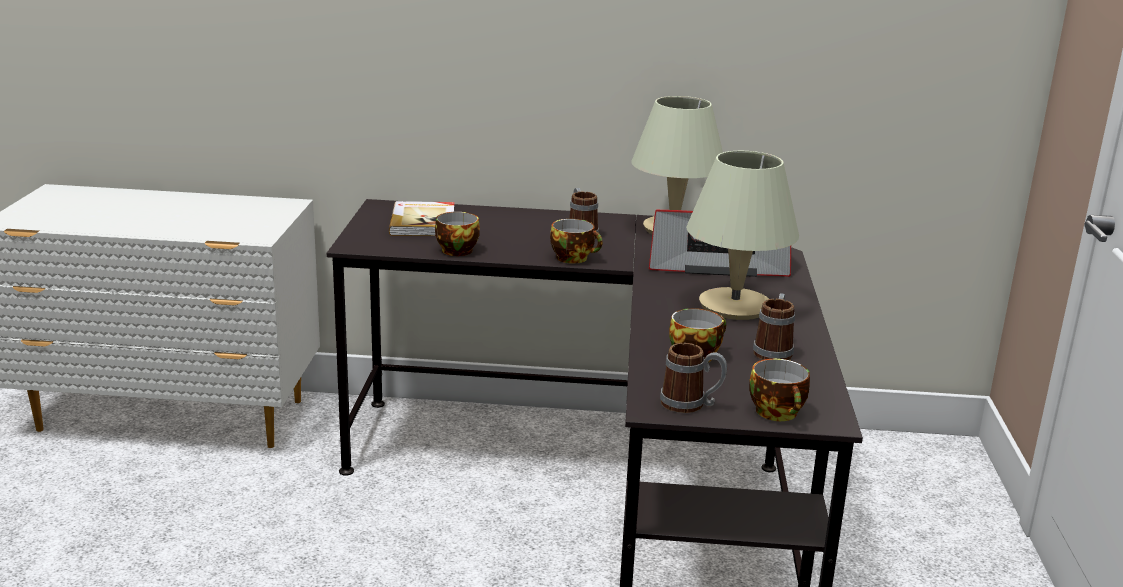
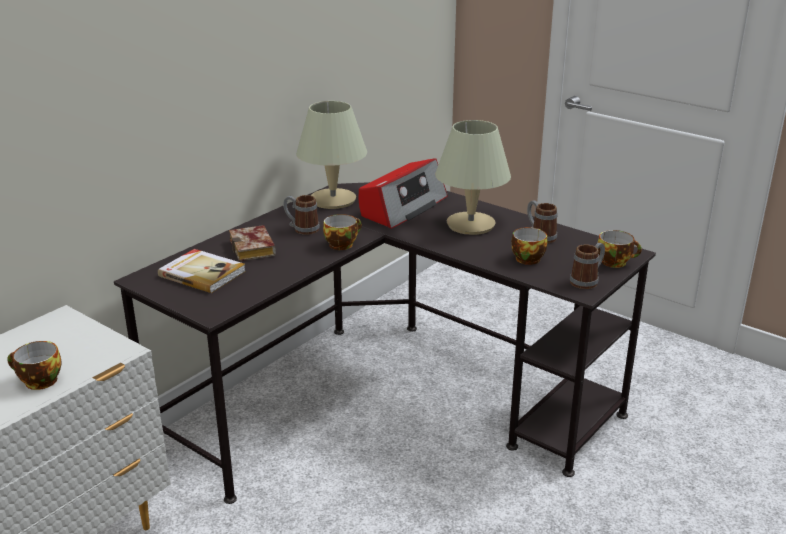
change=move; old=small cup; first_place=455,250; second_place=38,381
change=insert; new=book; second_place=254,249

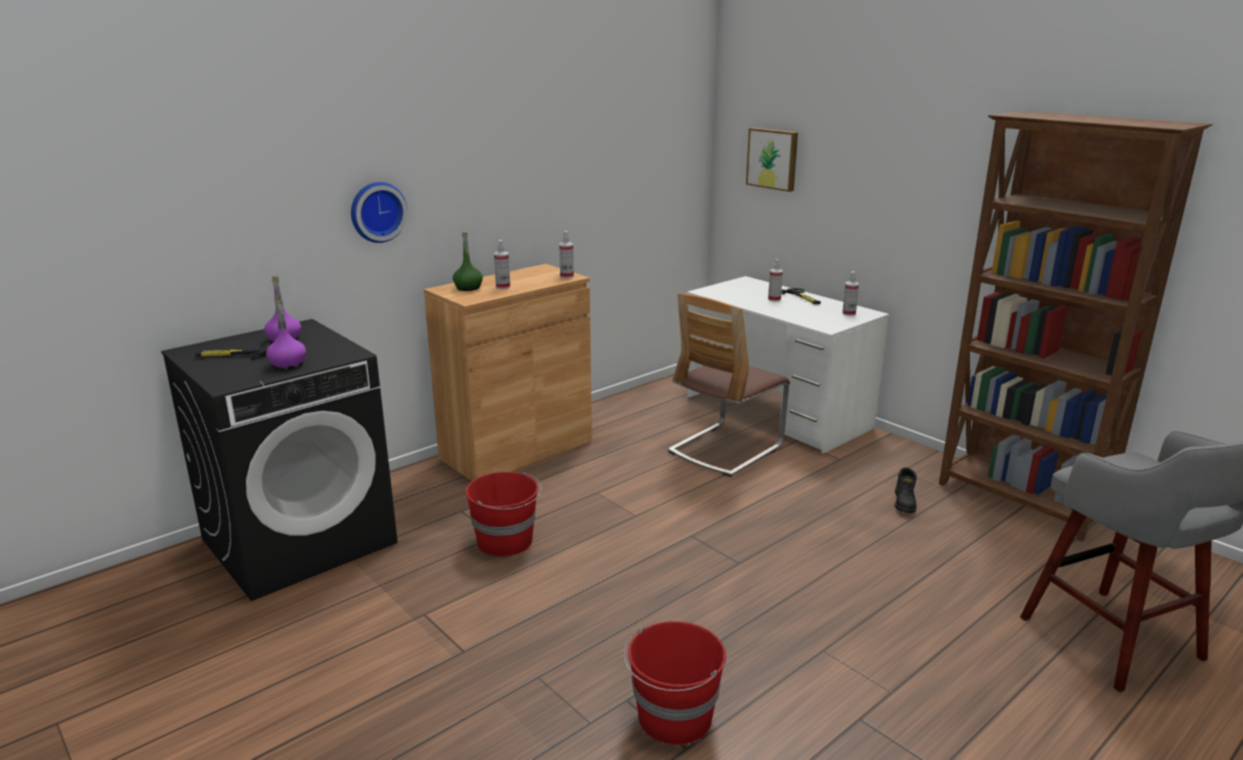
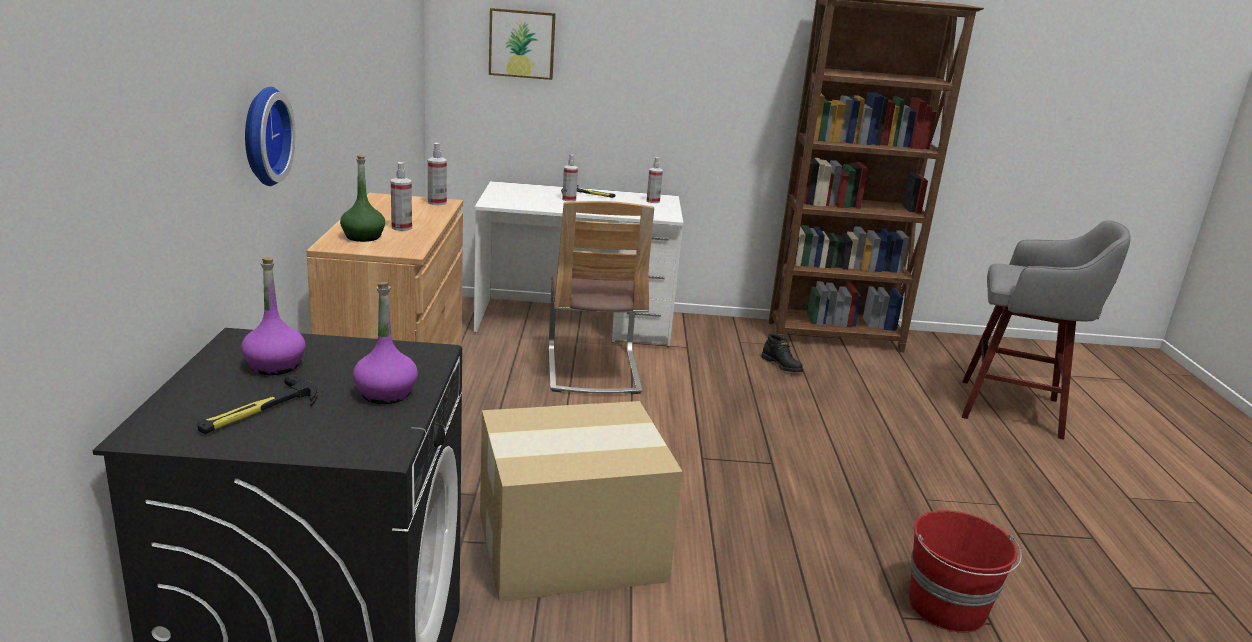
change=replace; old=water bucket (red-coloured); new=cardboard box; first_place=506,541; second_place=567,546

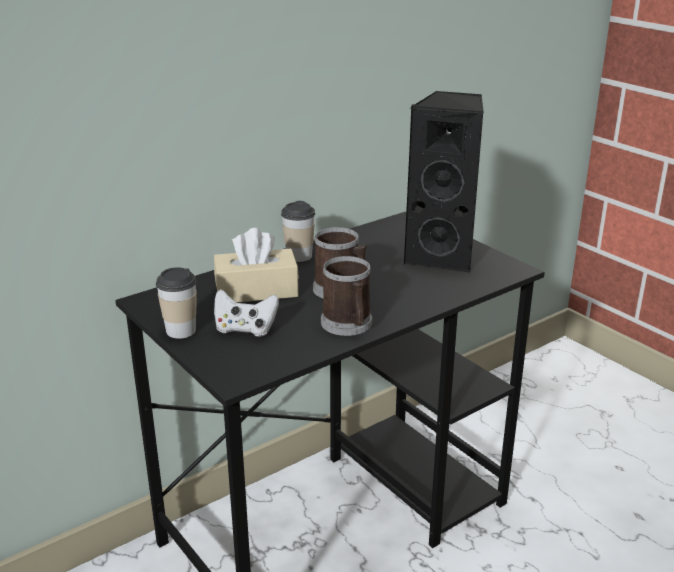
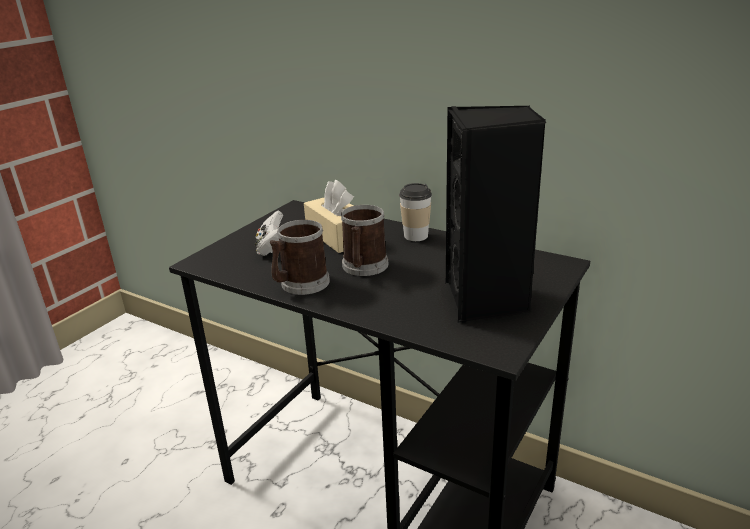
change=delete; old=small cup; first_place=181,330

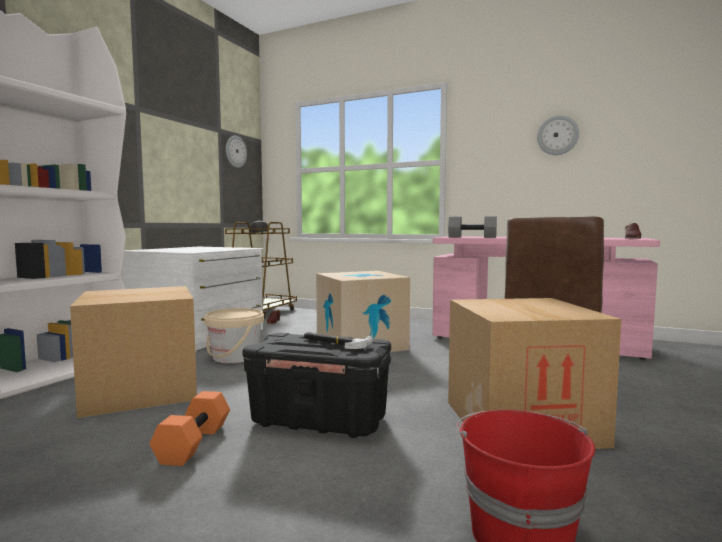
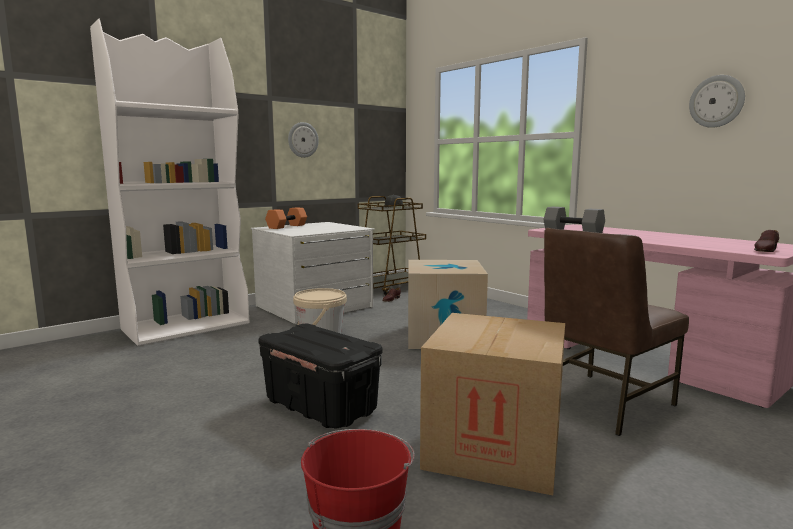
change=delete; old=cardboard box; first_place=141,391
change=move; old=dumbbell (orange-coloured); first_place=193,443; second_place=286,226
change=move; old=hanging clock; first_place=235,151; second_place=302,140
change=delete; old=tool hammer; first_place=335,343

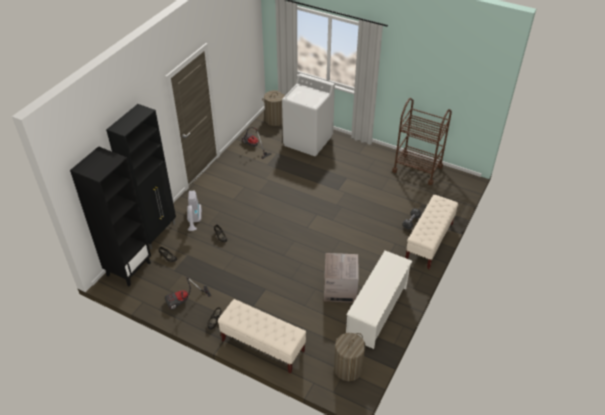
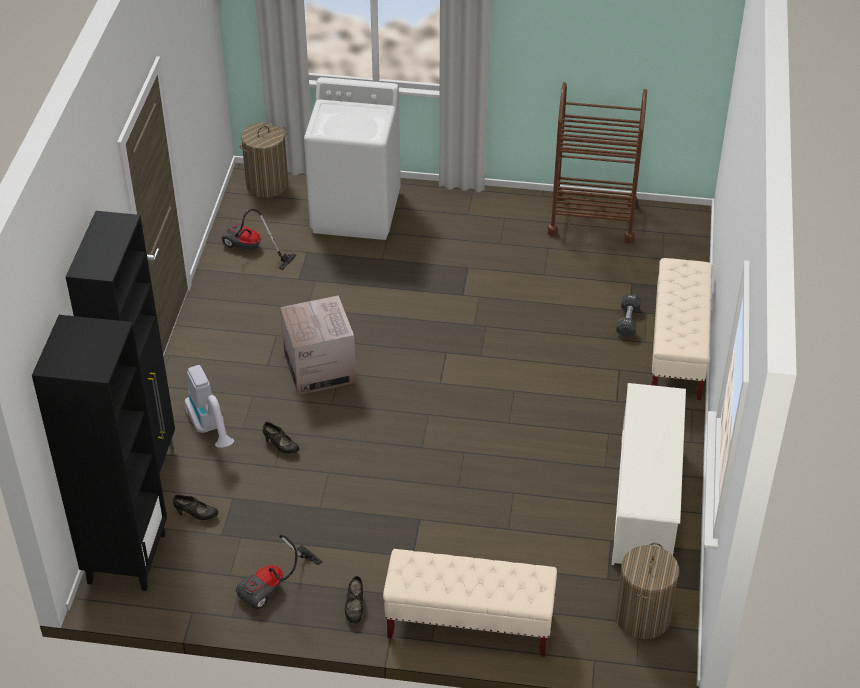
change=move; old=cardboard box; first_place=340,289; second_place=320,368

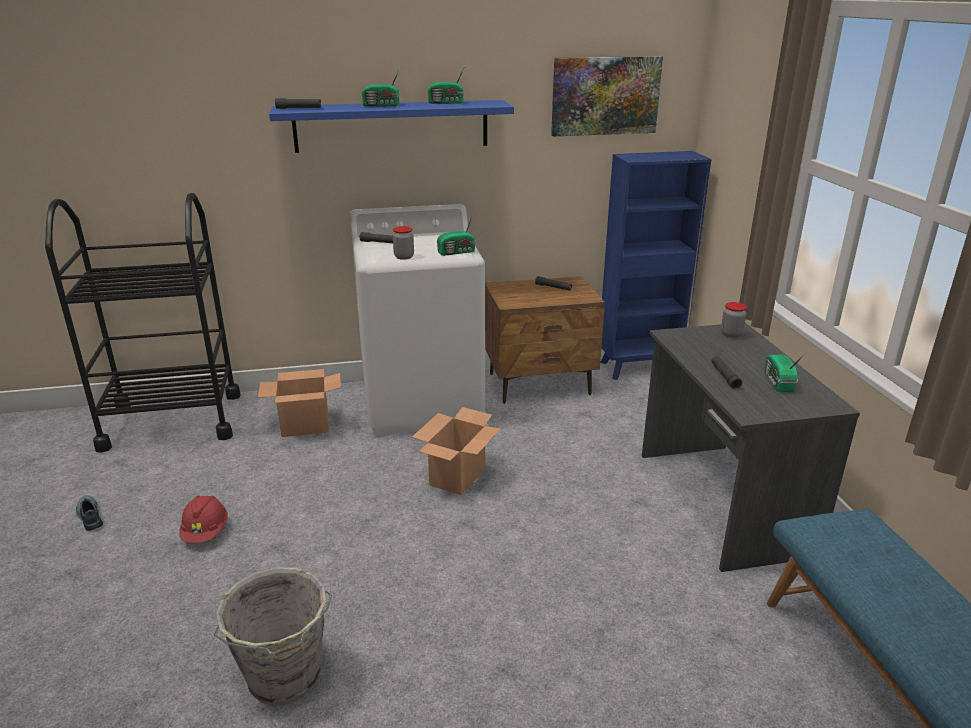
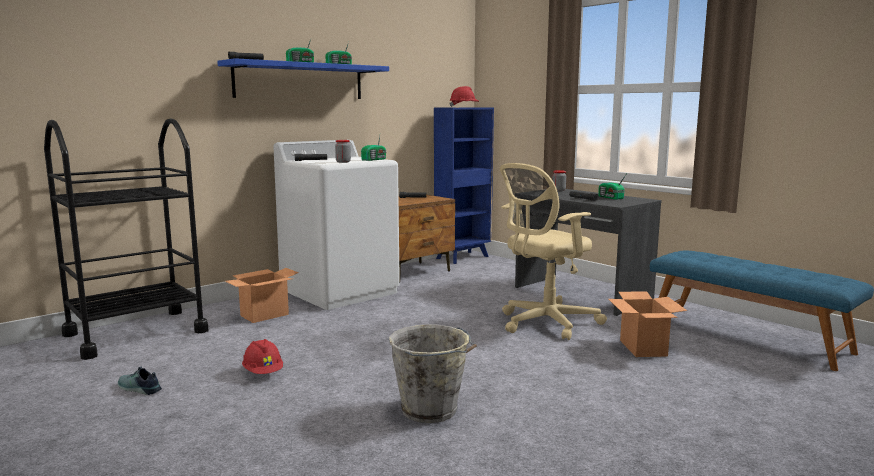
change=move; old=cardboard box; first_place=457,477; second_place=643,348
change=delete; old=wall picture; first_place=605,96
change=insert; new=hard hat (red-coloured); second_place=464,107
change=insert; new=office chair (sand-coloured); second_place=544,323

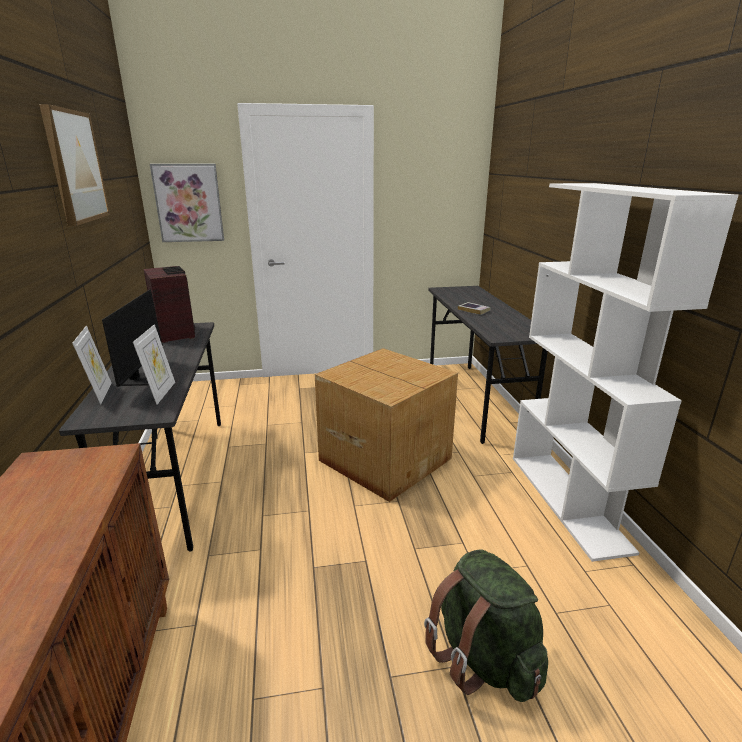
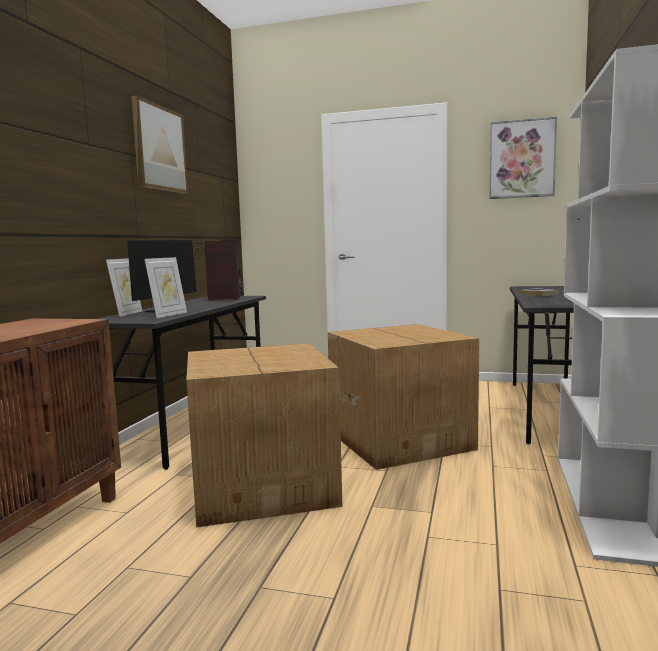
change=move; old=wall picture; first_place=188,203; second_place=521,159
change=delete; old=rucksack (green-coloured); first_place=483,658
change=insert; new=cardboard box; second_place=264,485

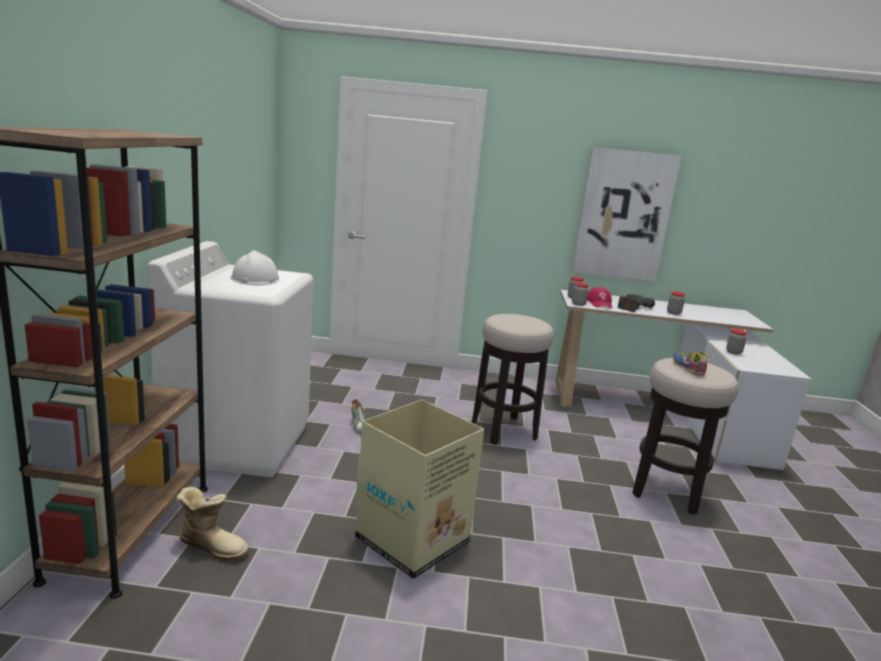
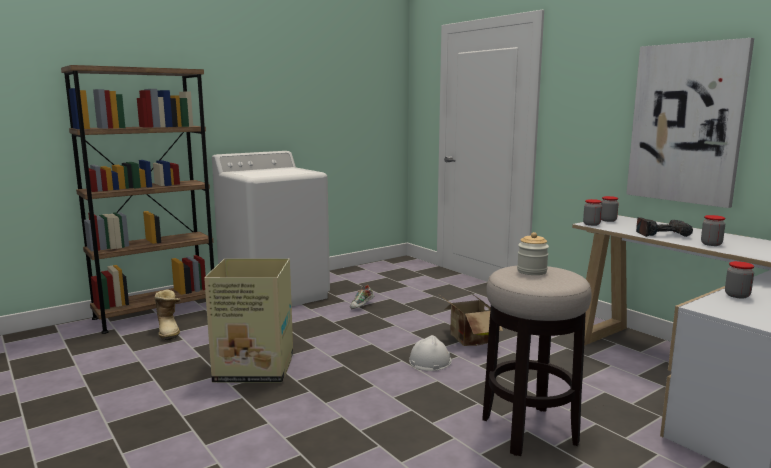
change=move; old=hard hat (whitish); first_place=254,279; second_place=430,361
change=replace; old=stool seat; new=cardboard box; first_place=504,430; second_place=468,340
change=delete; old=baseball cap (red-coloured); first_place=599,303
change=replace; old=shoe; new=preserve jar; first_place=689,367; second_place=531,271

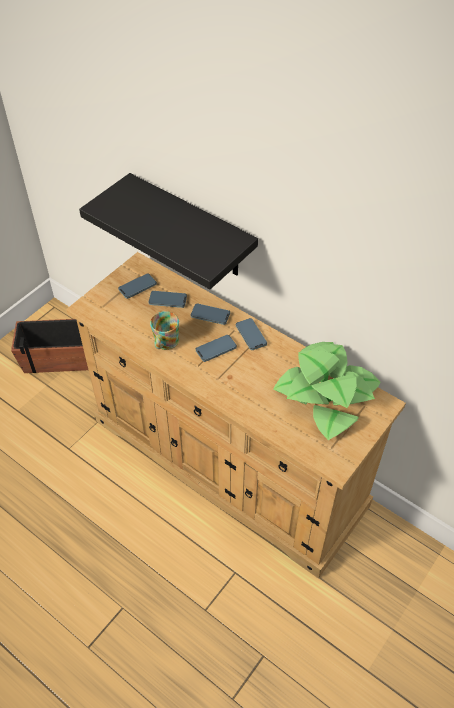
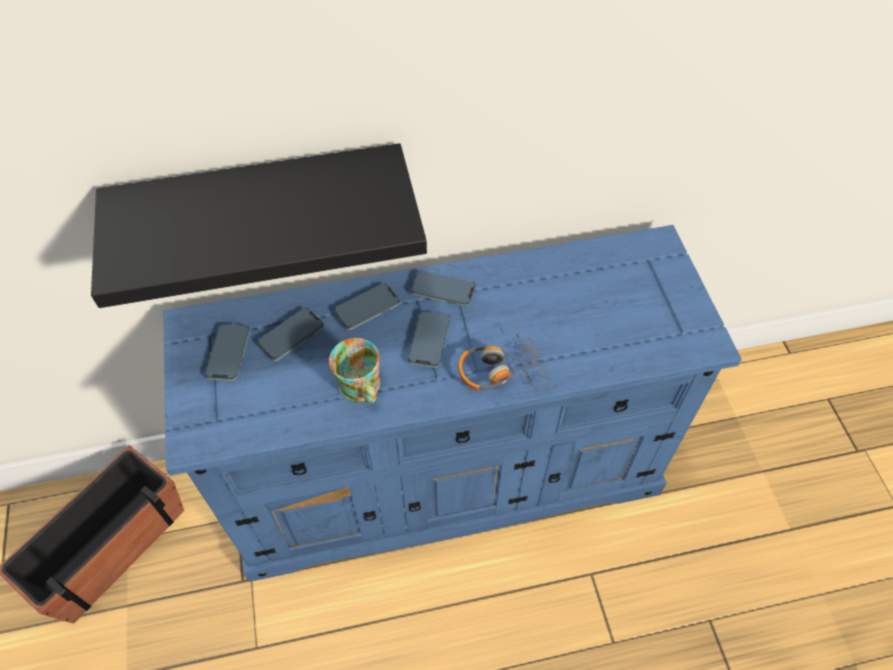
change=recolor; old=chest of drawers (sand-coloured); new=chest of drawers (blue-coloured); first_place=229,462; second_place=449,473
change=delete; old=plant in a pot; first_place=326,393
change=insert; new=headphones; second_place=501,371

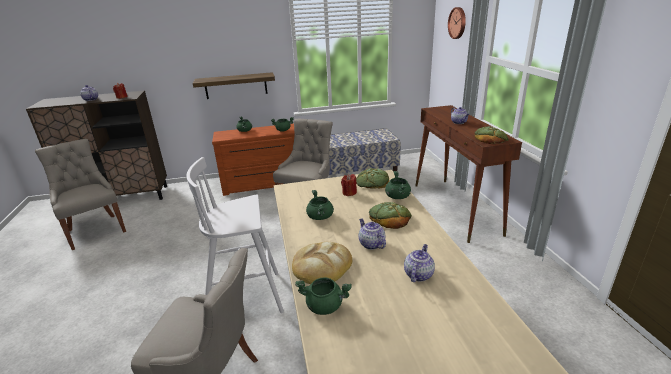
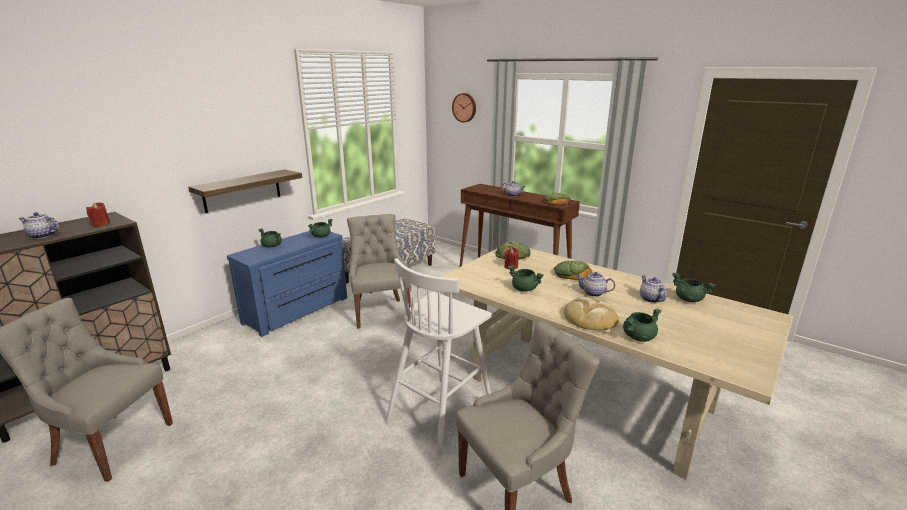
change=recolor; old=chest of drawers (brown-coloured); new=chest of drawers (blue-coloured); first_place=262,184; second_place=298,311
change=move; old=cooking pot (green-coloured); first_place=397,196; second_place=688,299

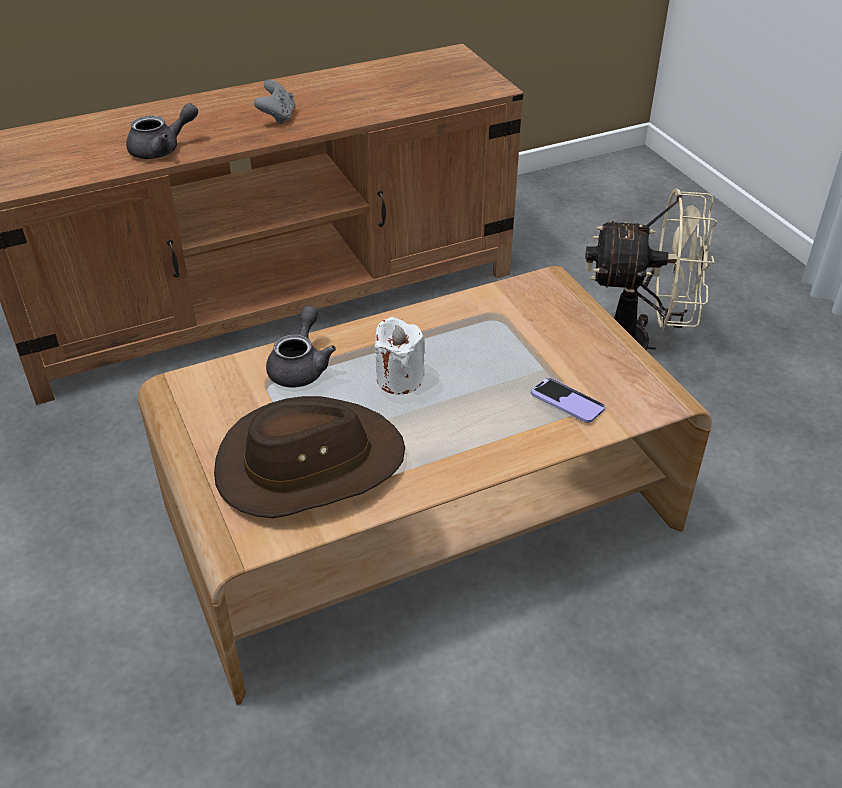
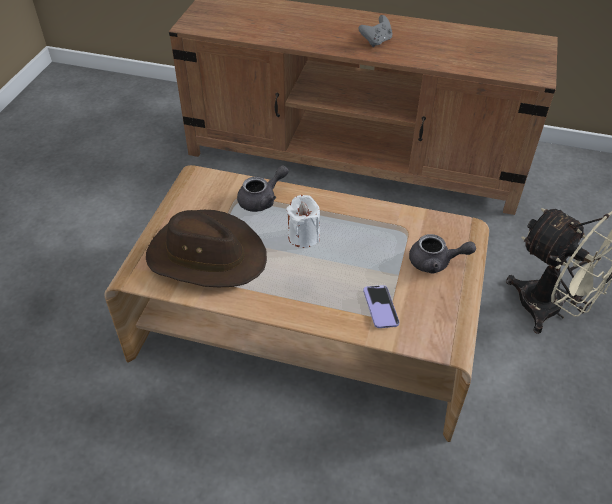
change=move; old=pot for tea (gray); first_place=162,149; second_place=435,262

